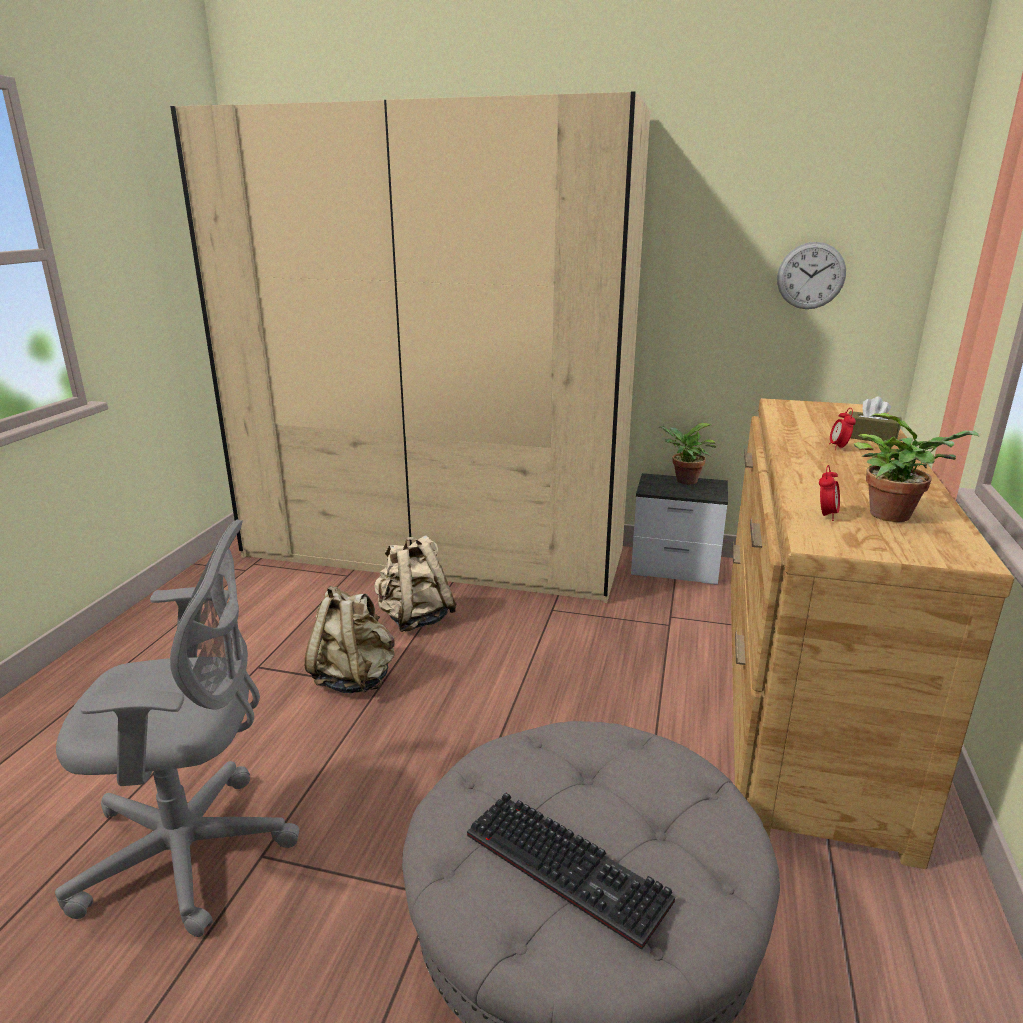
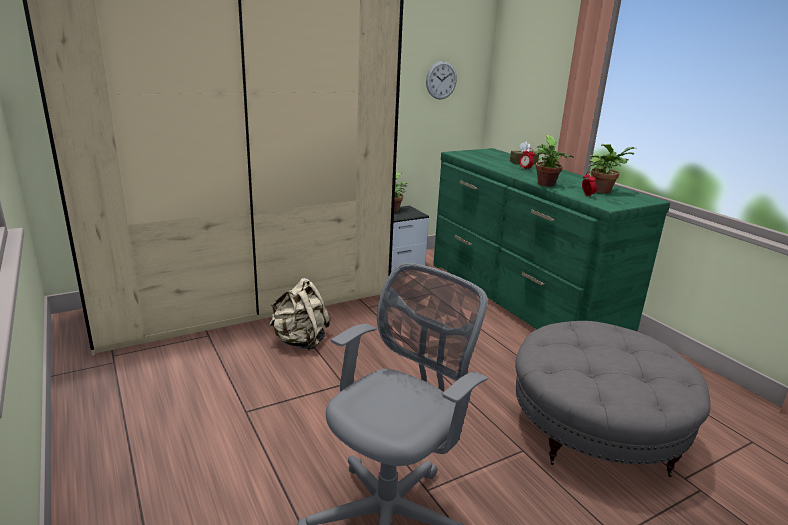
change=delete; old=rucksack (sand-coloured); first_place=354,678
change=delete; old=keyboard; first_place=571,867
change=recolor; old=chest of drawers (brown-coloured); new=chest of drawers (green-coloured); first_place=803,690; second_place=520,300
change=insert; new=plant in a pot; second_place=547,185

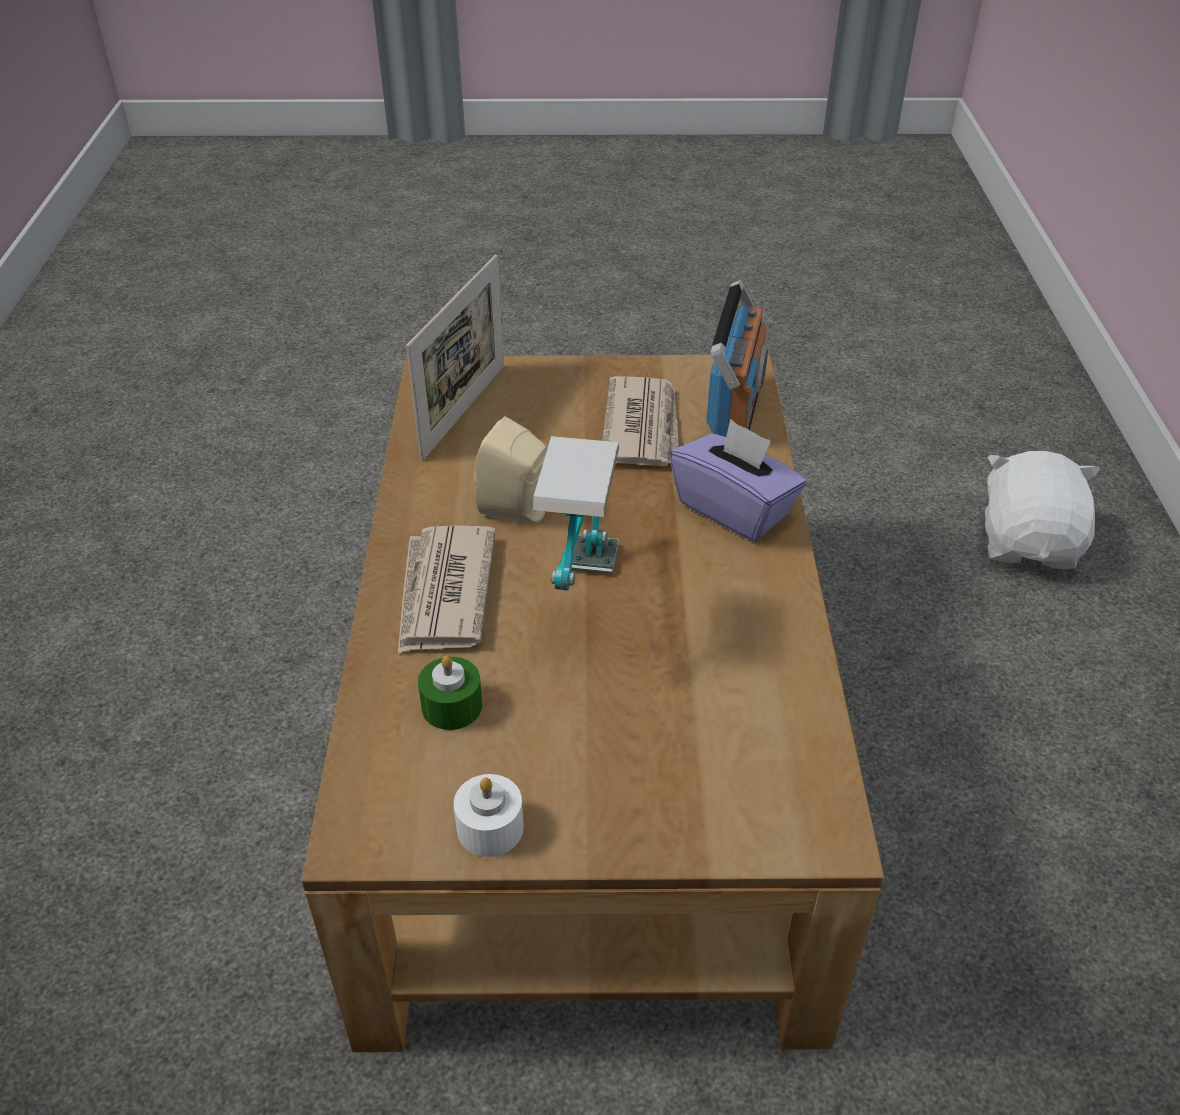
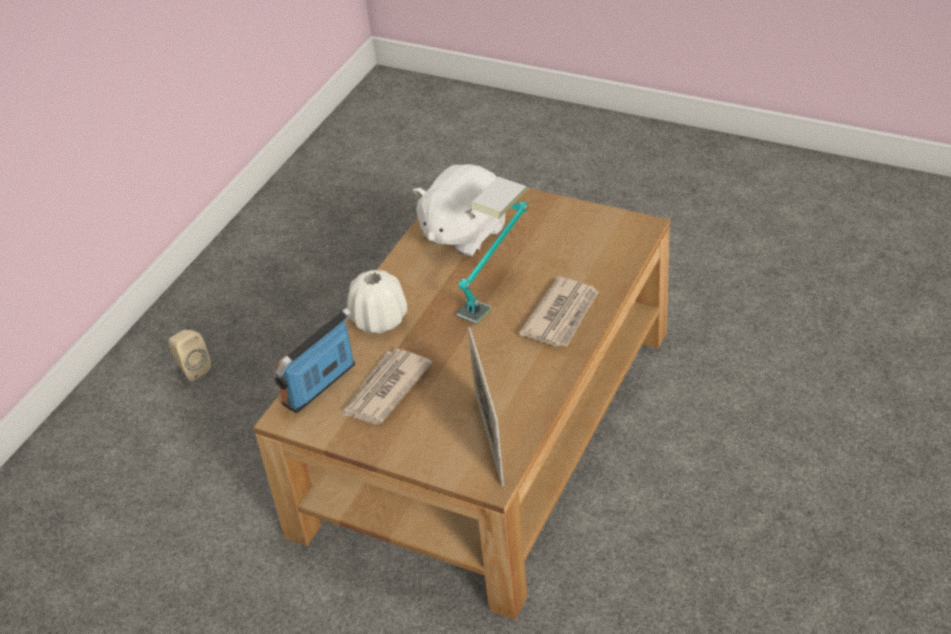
change=rotate; old=standing frame; first_place=464,410; second_place=489,437; degrees=-60
change=delete; old=wax light (green-coloured); first_place=452,706
change=delete; old=wax light (whitish); first_place=490,828
change=move; old=audio speaker (sand-coloured); first_place=518,511; second_place=192,369
change=replace; old=tissue holder (purple-coloured); new=flower vase (whitish); first_place=734,509; second_place=379,320
change=move; old=soft toy (whitish); first_place=1028,543; second_place=464,233

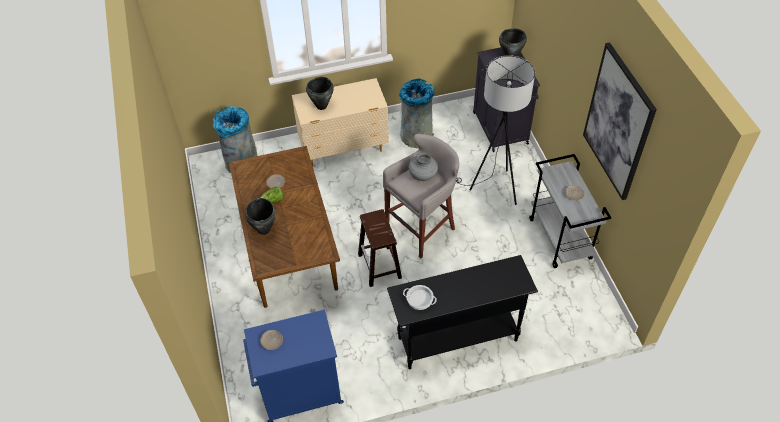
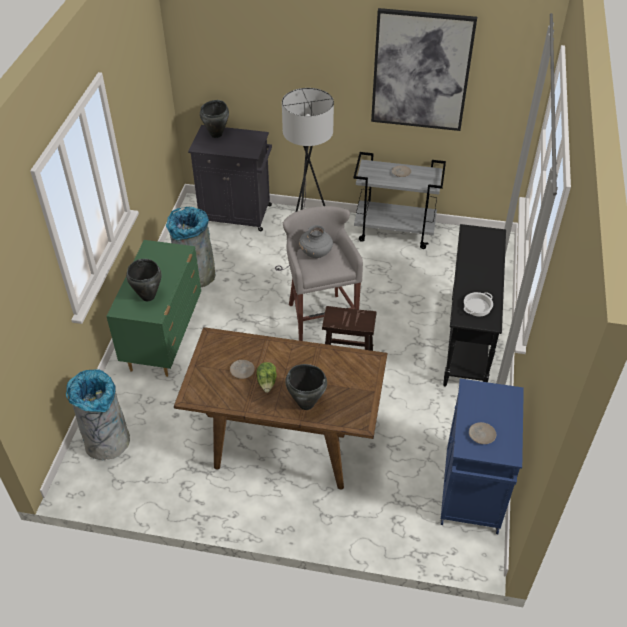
change=recolor; old=chest of drawers (sand-coloured); new=chest of drawers (green-coloured); first_place=344,149; second_place=164,339

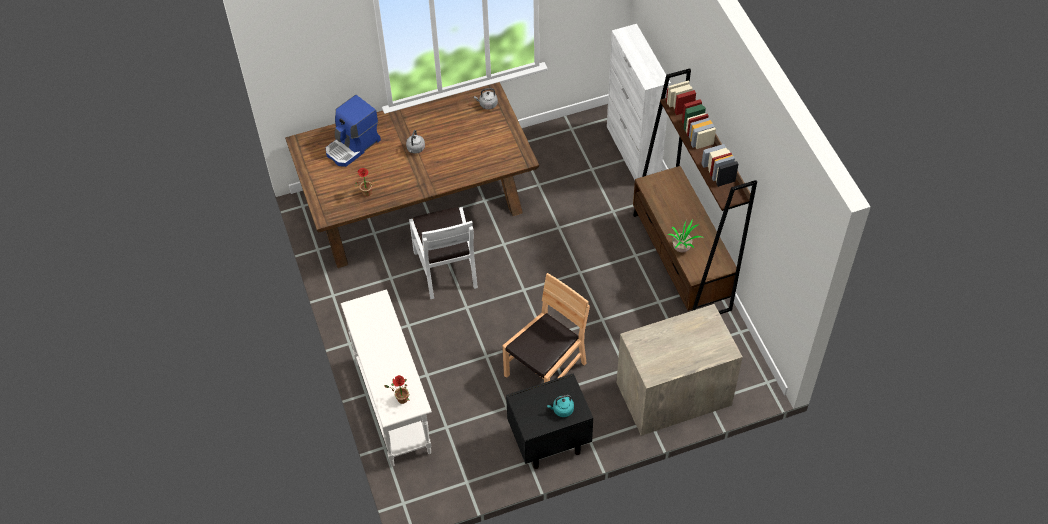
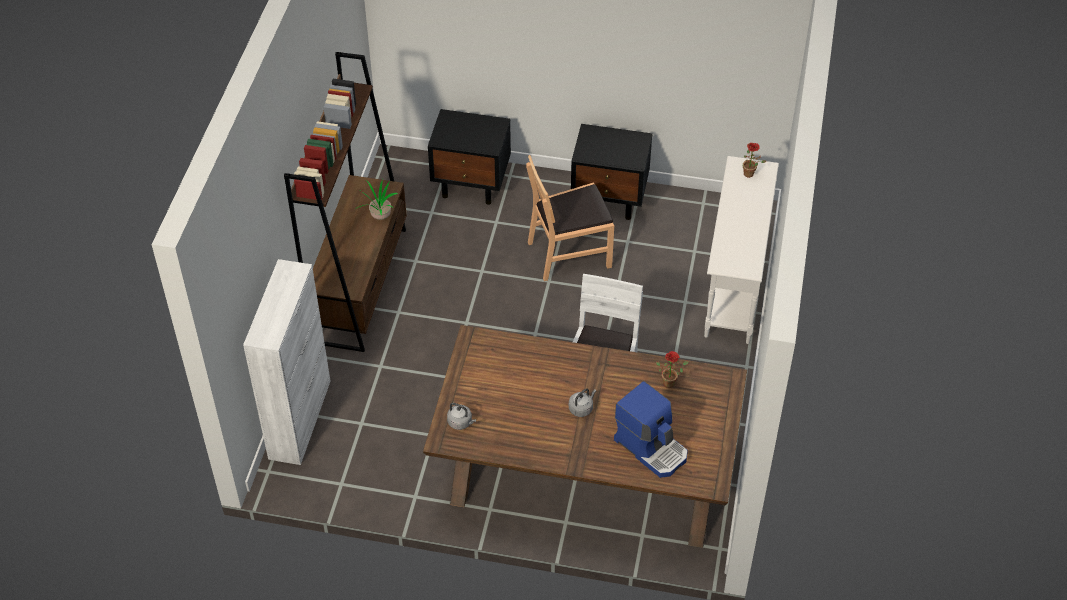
change=rotate; old=coffee maker; first_place=353,146; second_place=652,447; degrees=60
change=delete; old=tea kettle (turquoise-coloured); first_place=562,410
change=replace; old=chest of drawers; new=night table (black); first_place=673,394; second_place=472,184

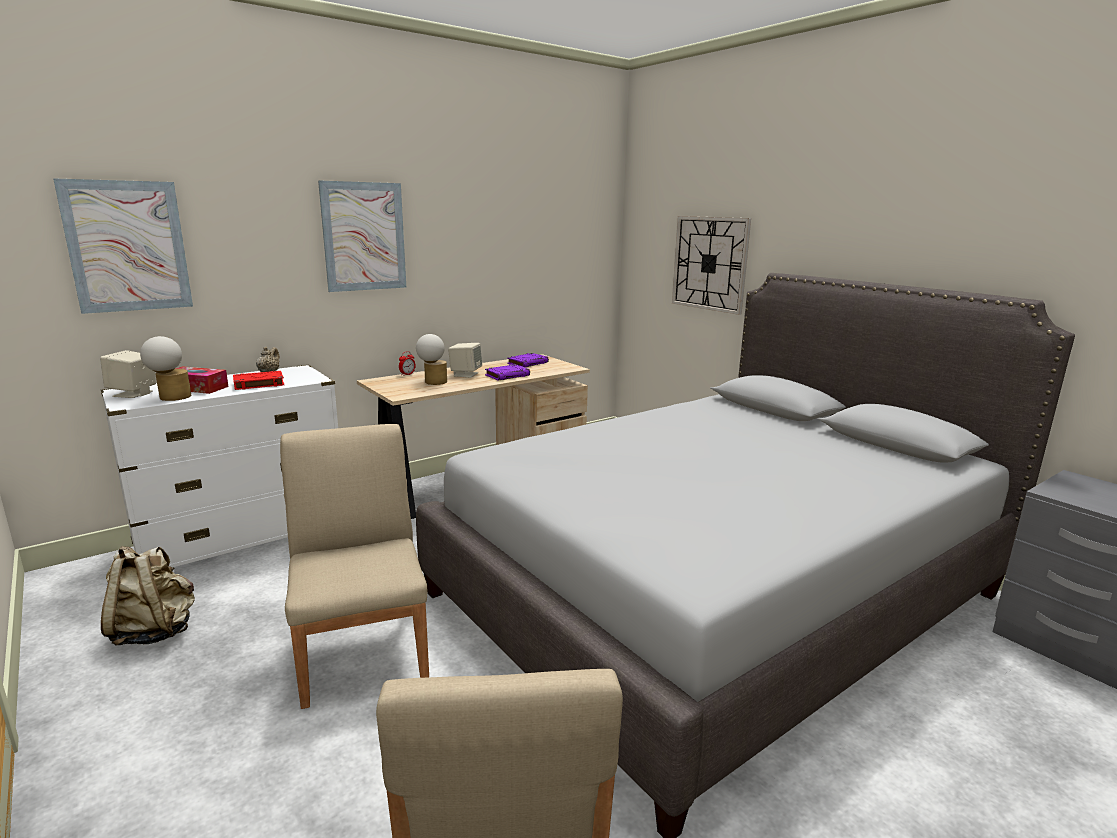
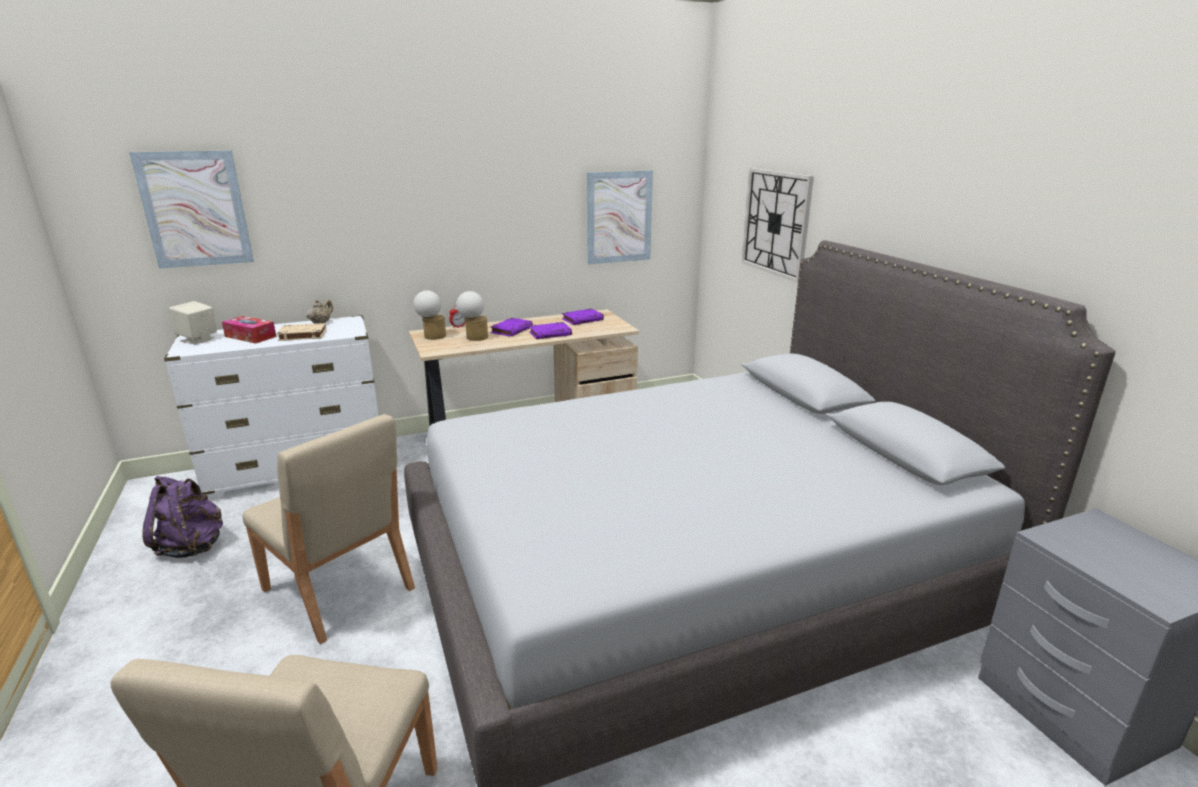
change=recolor; old=rucksack (sand-coloured); new=rucksack (purple-coloured); first_place=155,631; second_place=192,546
change=move; old=table lamp; first_place=170,397; second_place=432,336
change=recolor; old=book (red-coloured); new=book (sand-coloured); first_place=258,384; second_place=302,335
change=rotate; old=chair (sand-coloured); first_place=363,650; second_place=338,590; degrees=135
change=move; old=wall picture; first_place=364,237; second_place=619,217
change=replace; old=audio speaker (sand-coloured); new=book (purple-coloured); first_place=465,374; second_place=512,330

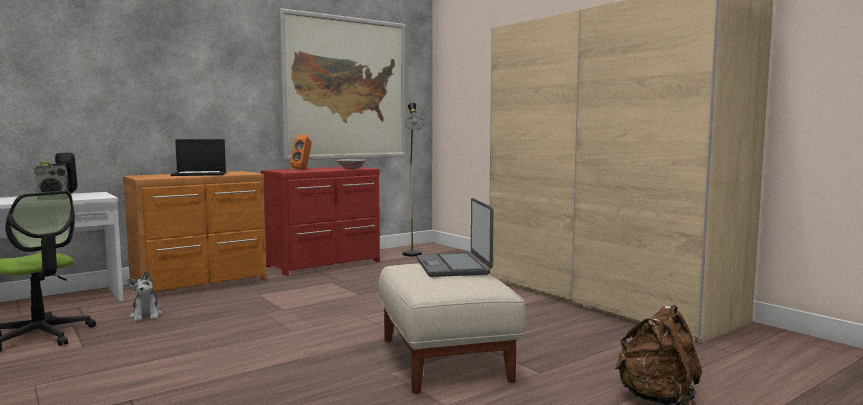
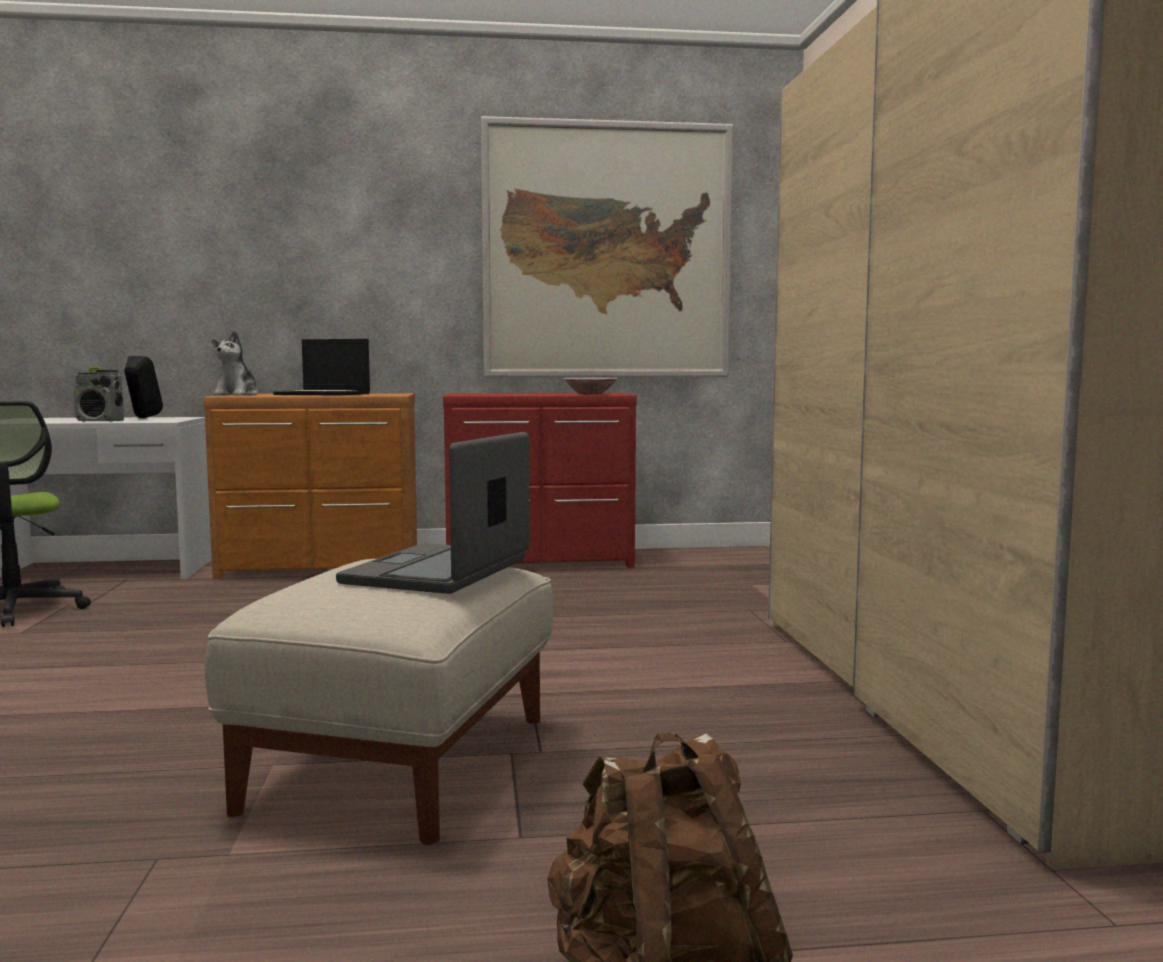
change=move; old=soft toy; first_place=146,315; second_place=237,395
change=delete; old=audio speaker (orange-coloured); first_place=302,169
change=delete; old=floor lamp (black); first_place=413,256

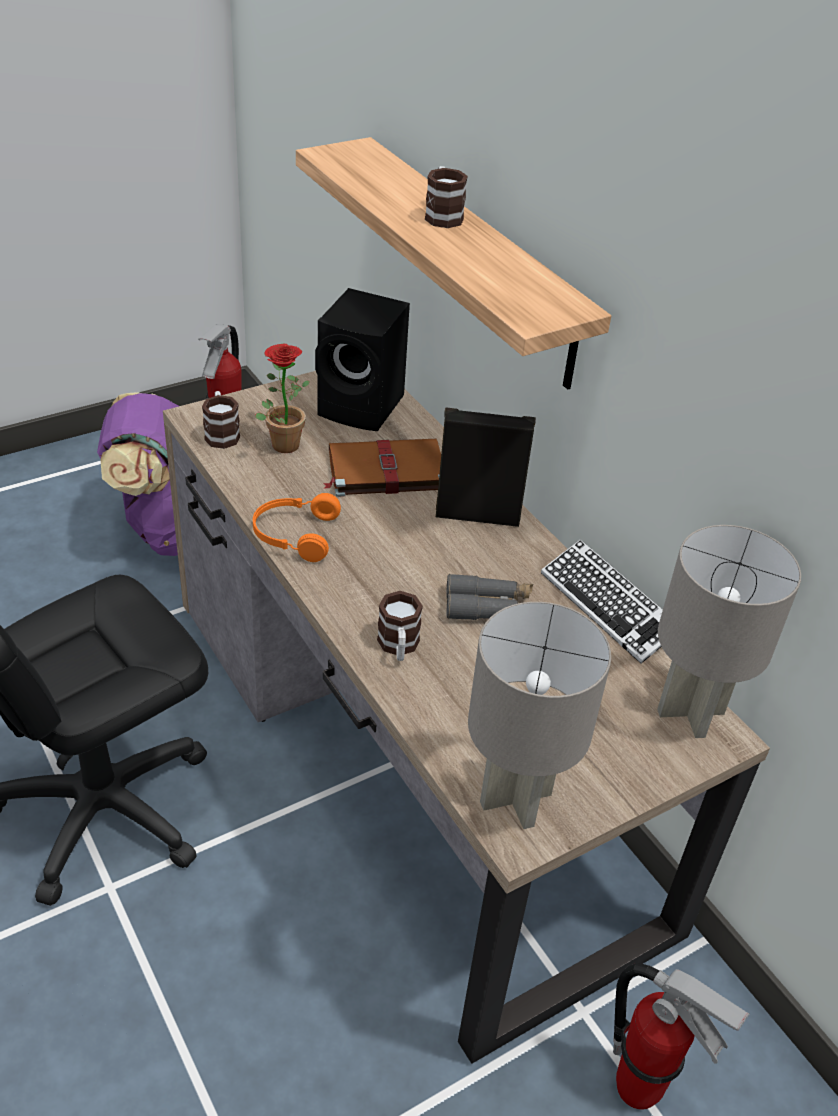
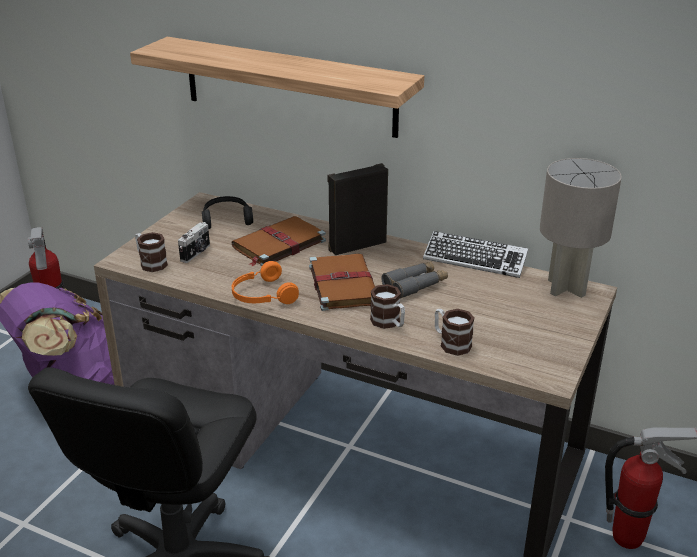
change=replace; old=plant in a pot; new=still camera; first_place=282,442; second_place=196,253
change=replace; old=audio speaker (black); new=headphones (black); first_place=363,407; second_place=226,218
change=move; old=tea mug; first_place=442,215; second_place=451,343
change=delete; old=table lamp (gray); first_place=514,798
change=insert; new=book (brown-coloured); second_place=342,284

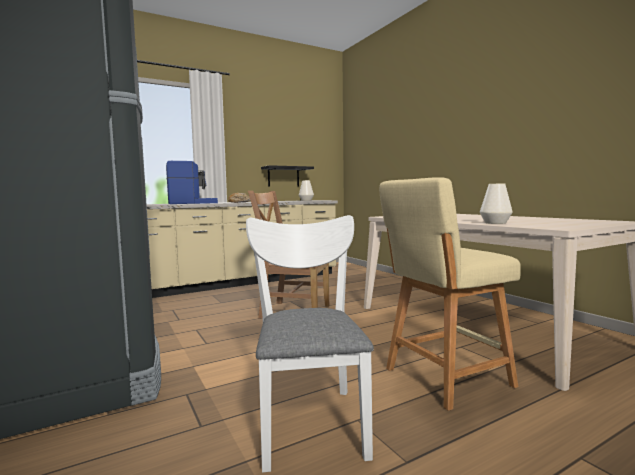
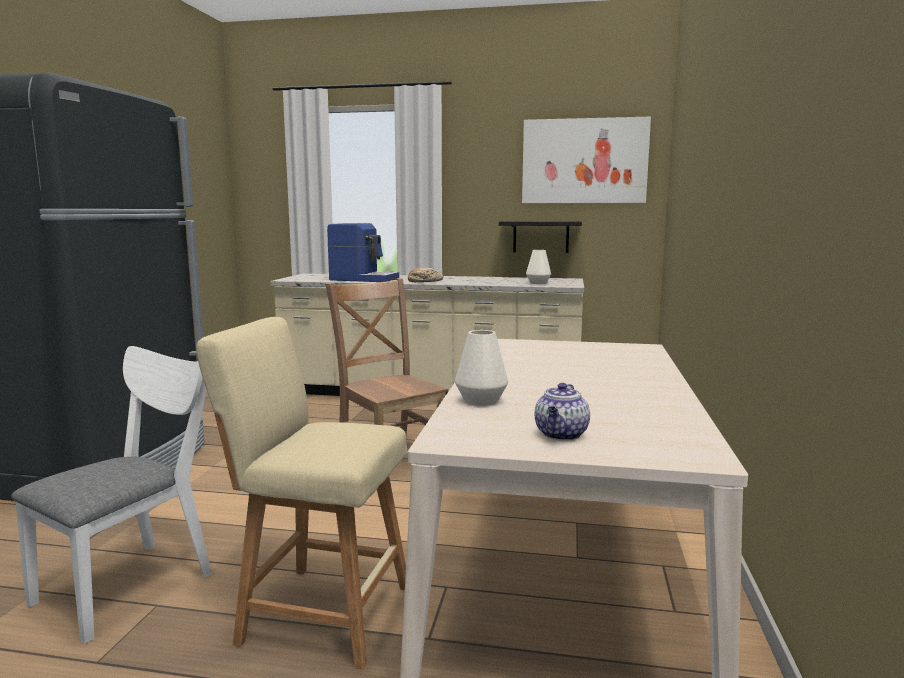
change=insert; new=wall picture; second_place=584,161
change=insert; new=pot for tea; second_place=561,435

